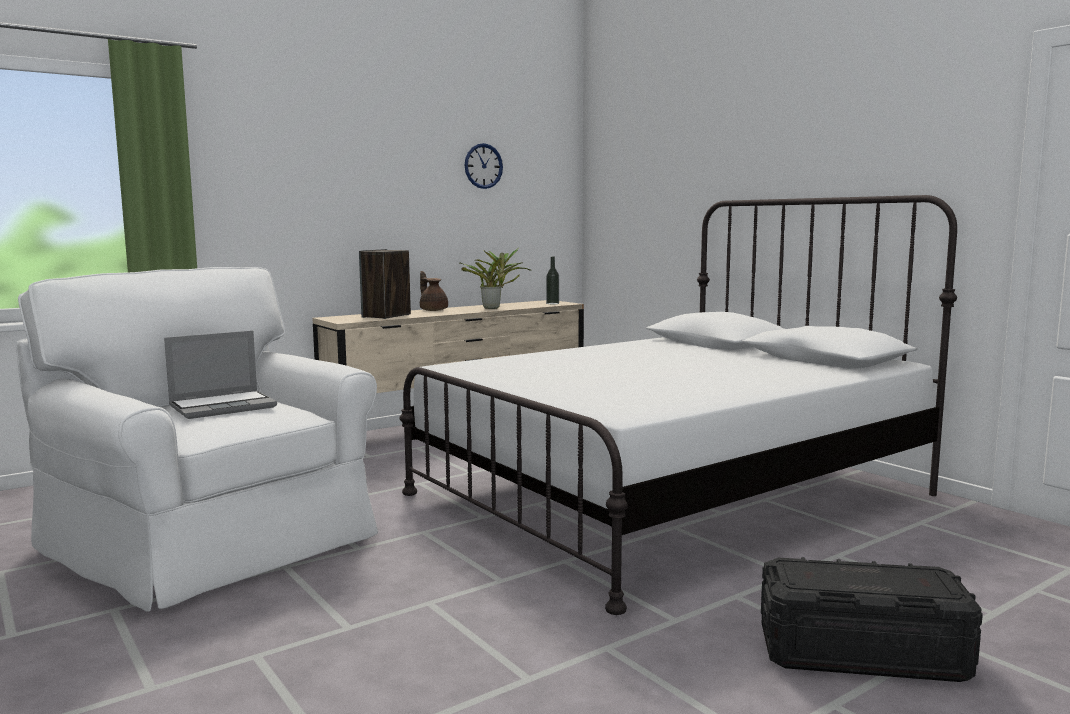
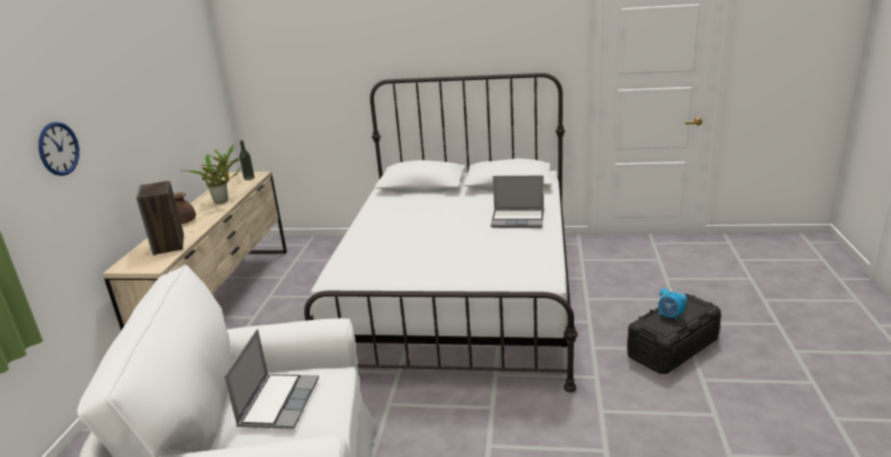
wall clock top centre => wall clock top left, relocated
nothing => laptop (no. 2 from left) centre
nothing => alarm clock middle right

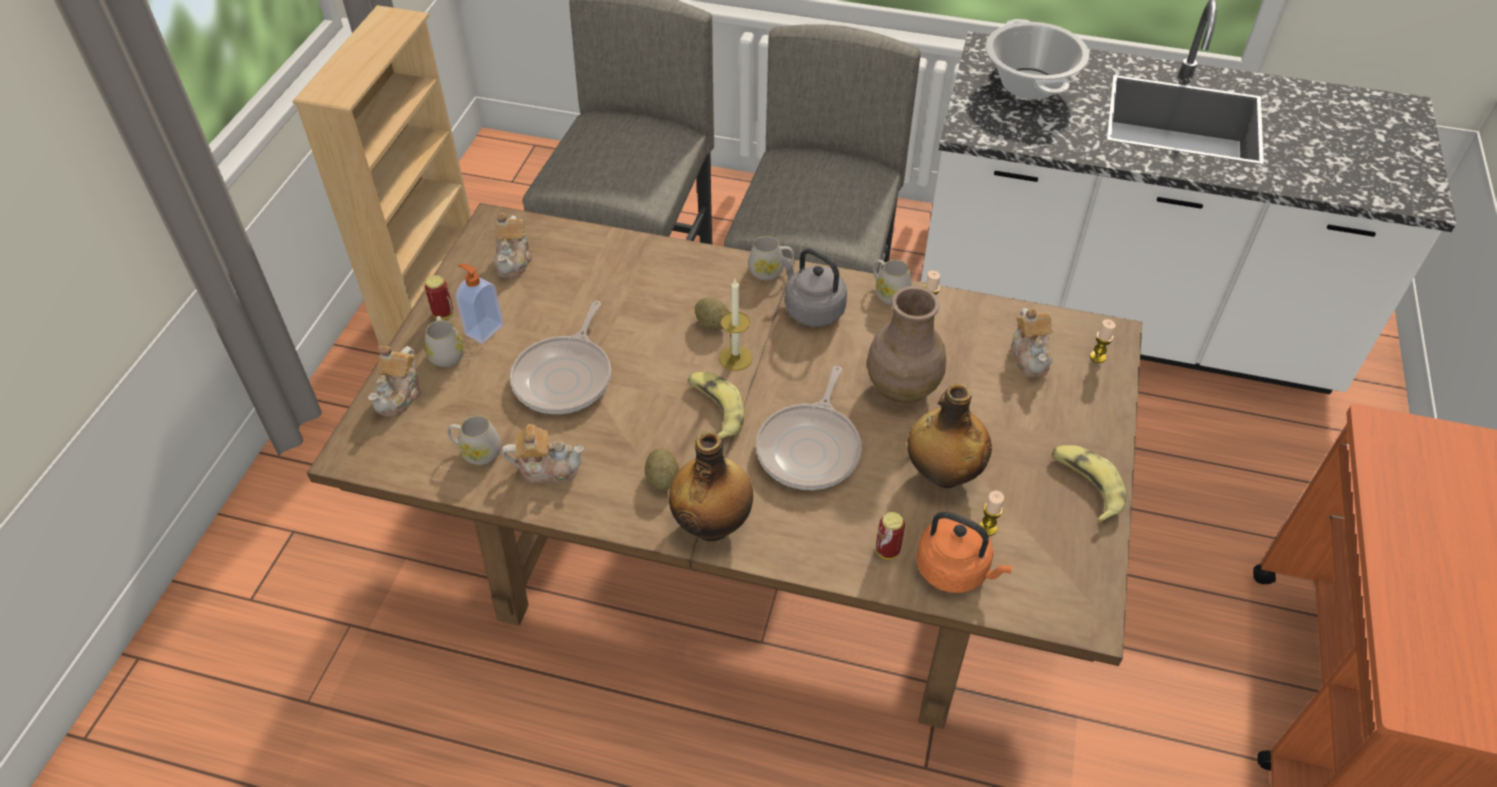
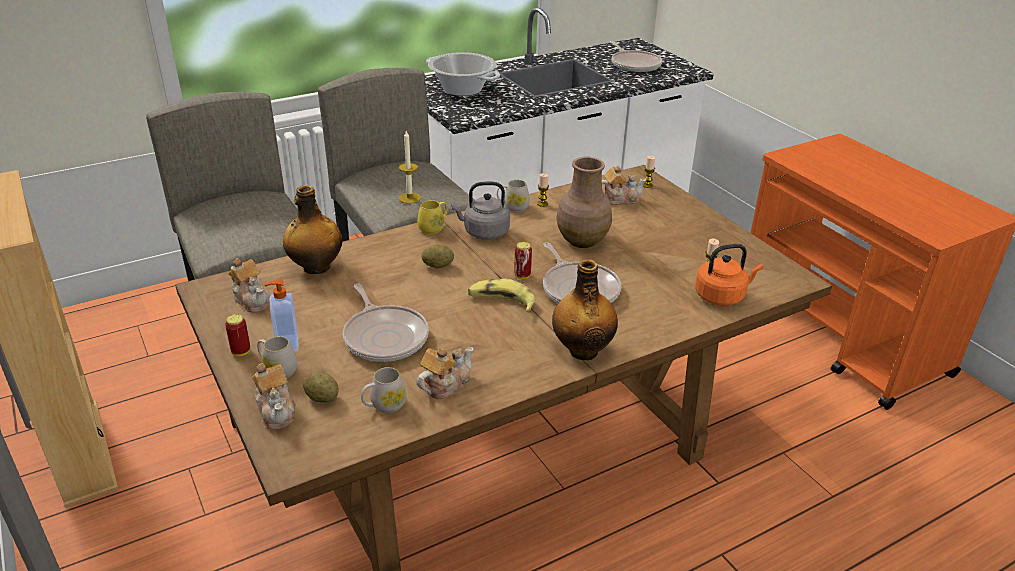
bottle (no. 2 from left in the first image) centre => bottle (no. 1 from left) middle left, relocated
potato (no. 1 from left) centre => potato (no. 1 from left) bottom left, relocated
candle (no. 1 from left) centre => candle (no. 1 from left) top centre, relocated
white mug (no. 3 from left) top centre => yellow mug centre
can (no. 2 from left) bottom centre => can (no. 2 from left) centre, relocated
teapot (no. 4 from left) middle right => teapot (no. 4 from left) top centre, 45 degrees counterclockwise
nothing => frying pan (no. 3 from left) top centre
banana (no. 2 from left) middle right => nothing

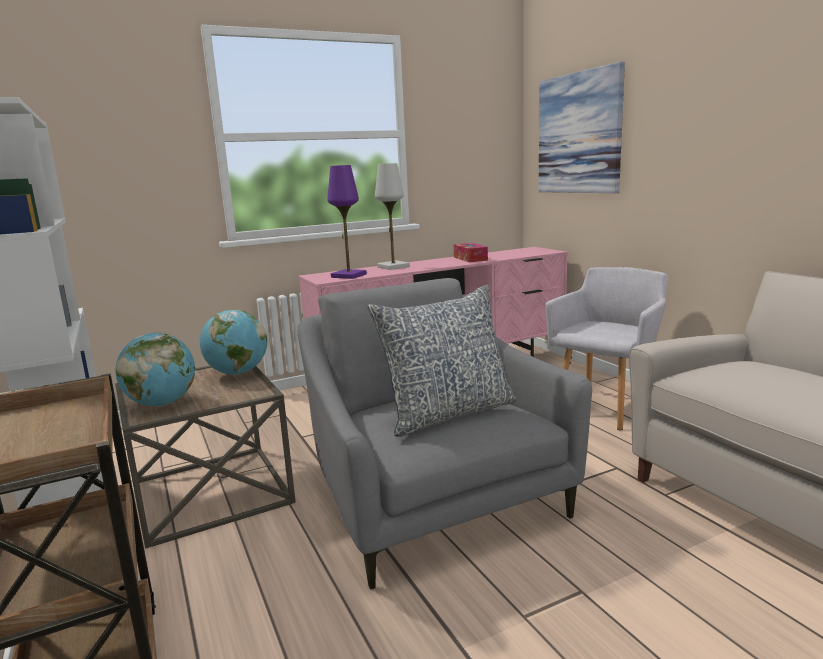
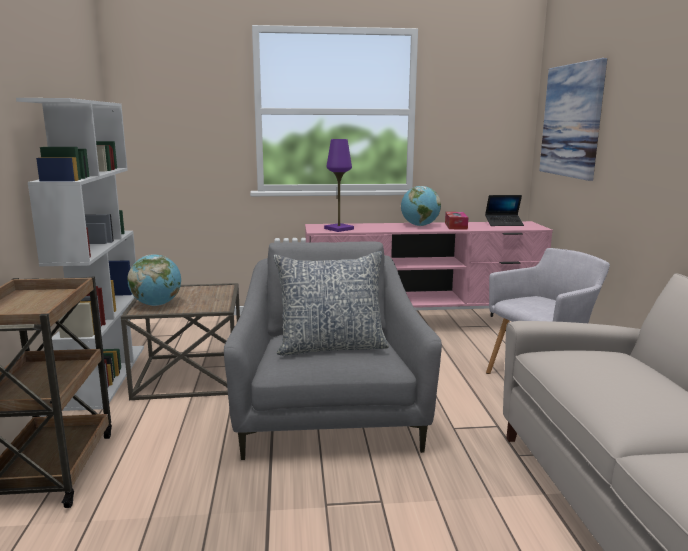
globe (no. 2 from left) middle left => globe (no. 2 from left) centre, relocated
nothing => laptop middle right
white table lamp top centre => nothing

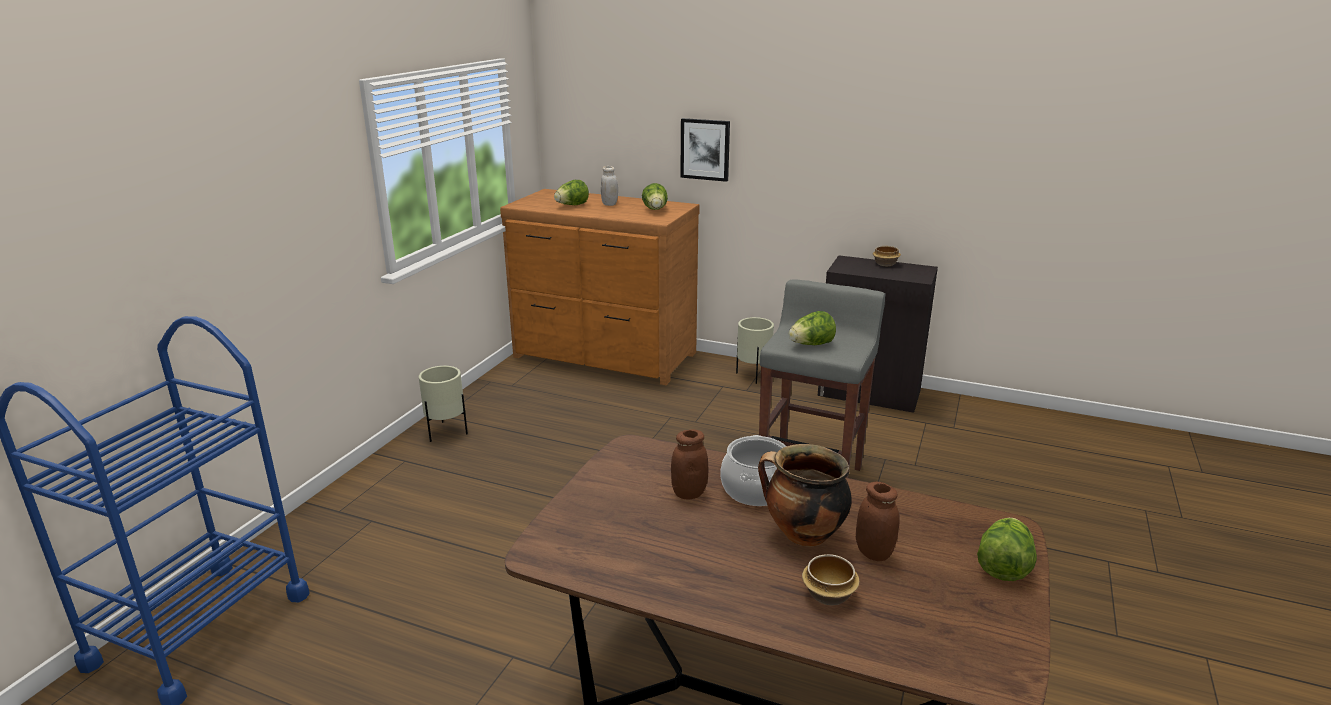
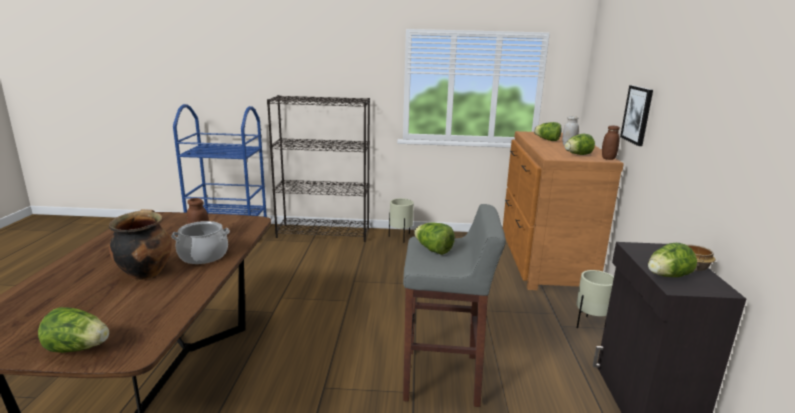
nothing => black bookcase centre
brown jar (no. 2 from left) bottom centre => brown jar (no. 2 from left) middle right, relocated
nothing => lettuce (no. 5 from left) middle right
bowl (no. 1 from left) bottom centre => nothing

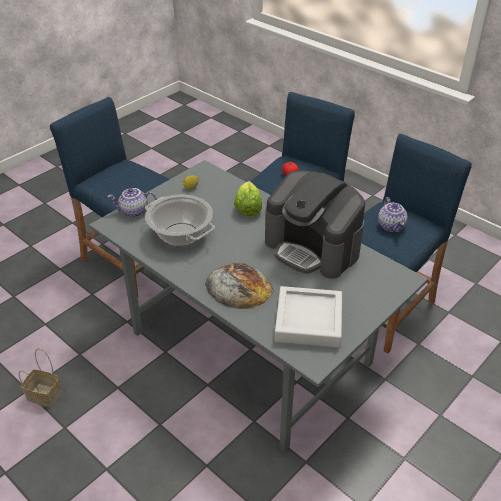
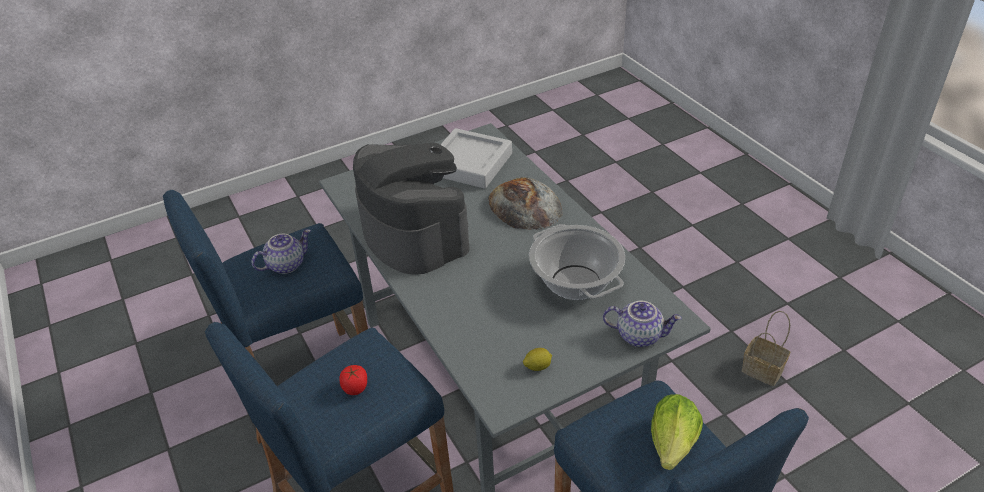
teapot (no. 2 from left in the first image) middle right => teapot (no. 1 from left) middle left, 45 degrees clockwise
lettuce centre => lettuce bottom right, relocated

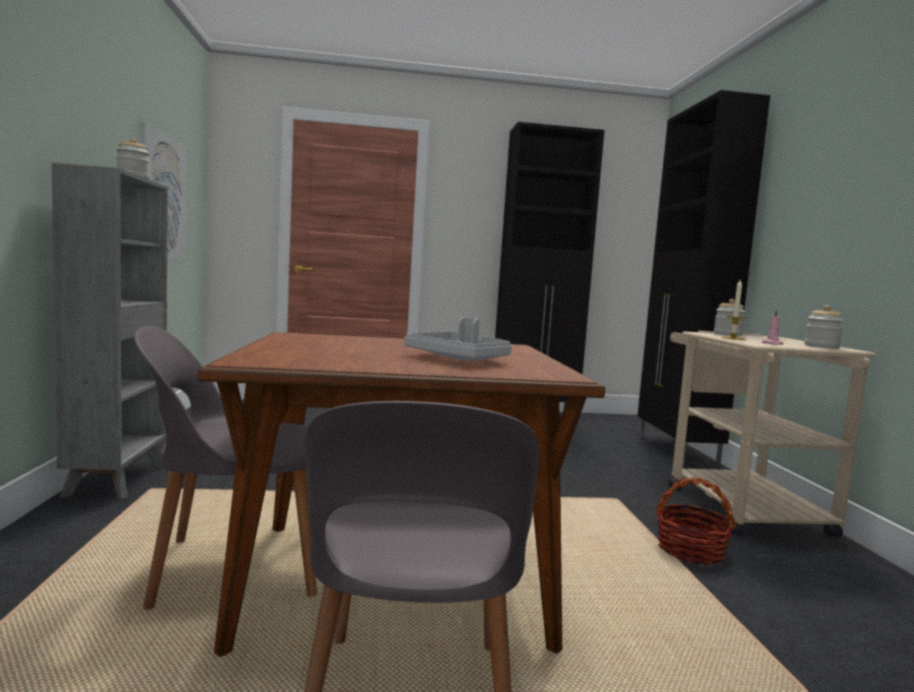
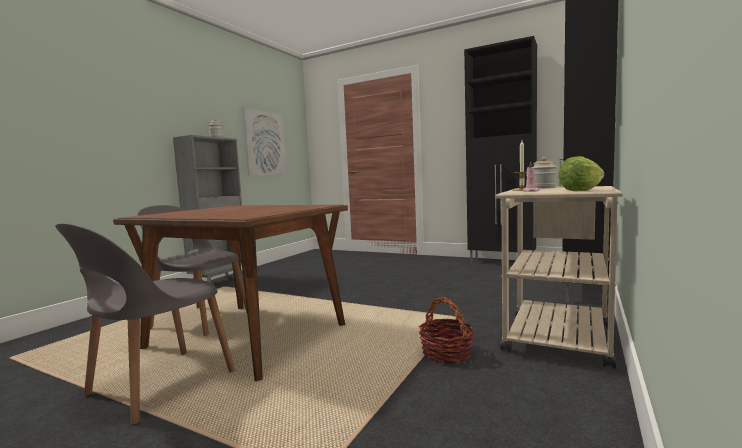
jar (no. 3 from left) middle right => lettuce middle right
grey tray centre => nothing

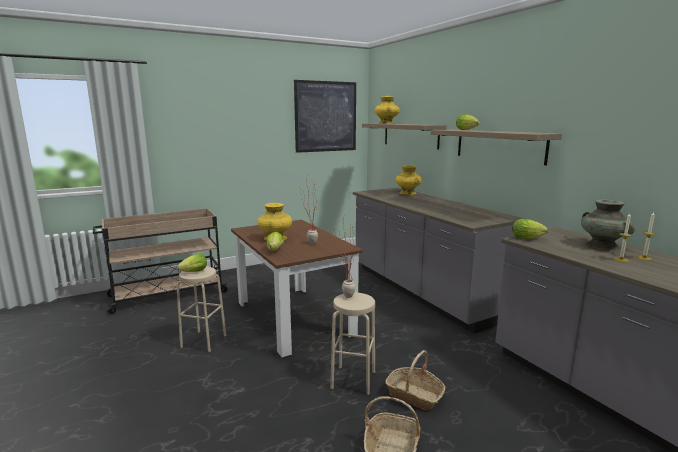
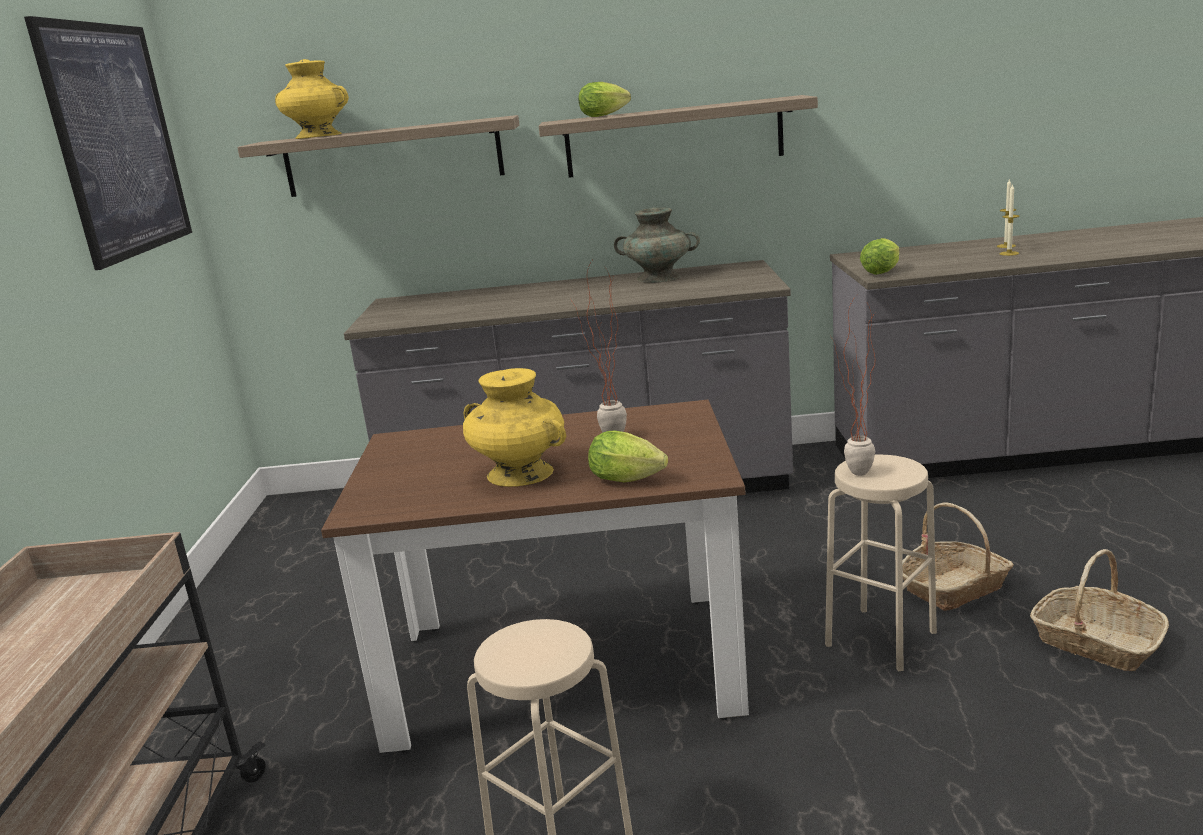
turquoise vase middle right => turquoise vase top centre, relocated
lettuce (no. 1 from left) middle left => nothing
yellow vase (no. 3 from left) centre => nothing

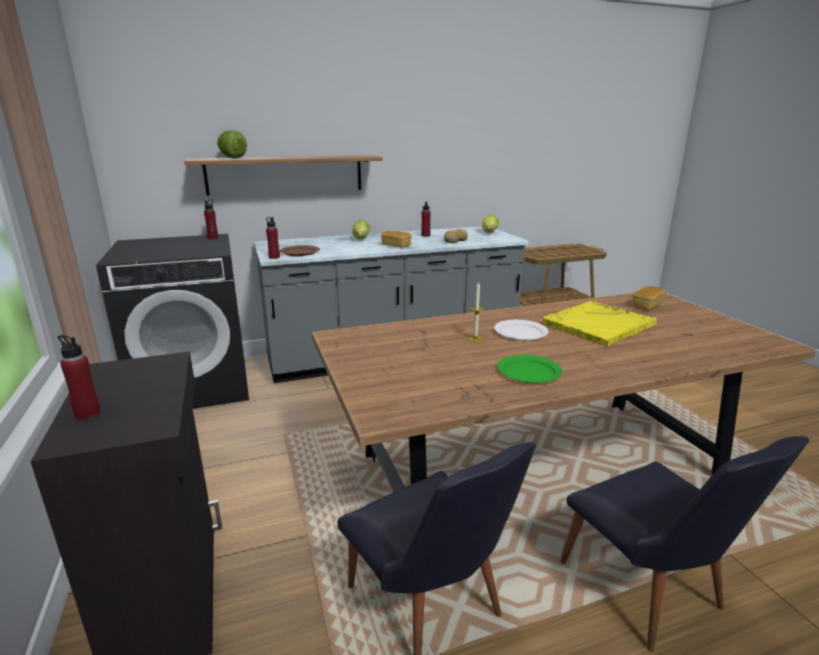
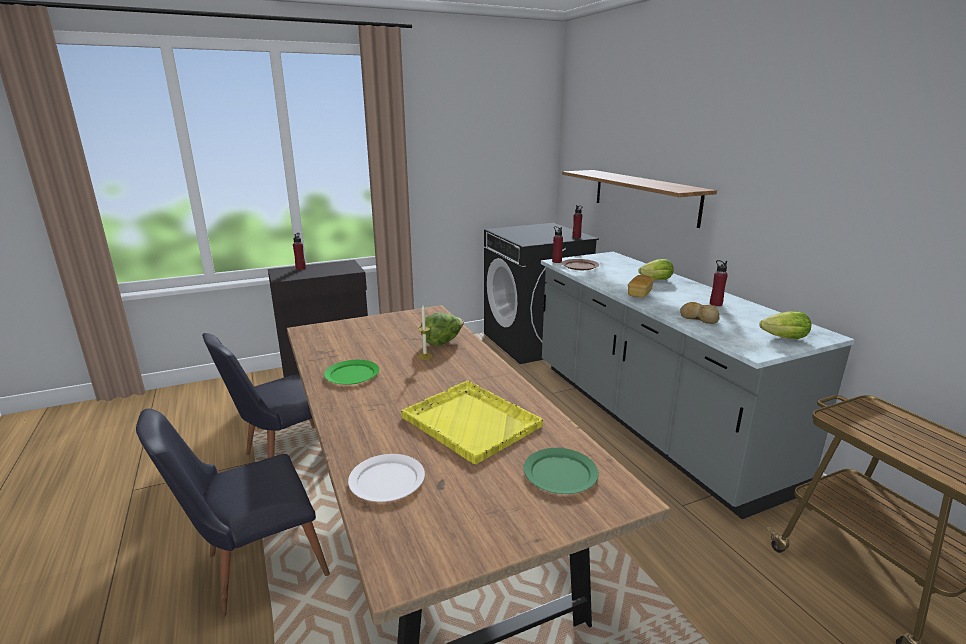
white plate centre => white plate bottom centre, relocated
lettuce (no. 1 from left) top left => lettuce (no. 1 from left) centre, relocated
bread (no. 3 from left) middle right => green plate (no. 2 from left) bottom centre

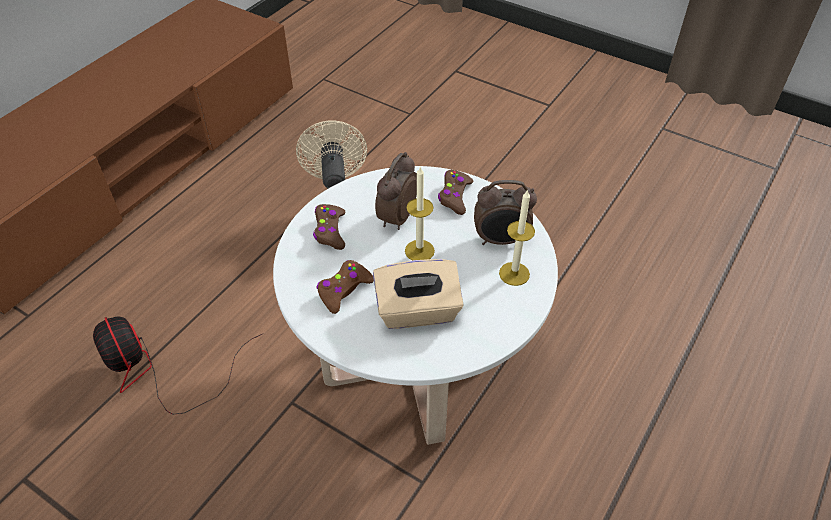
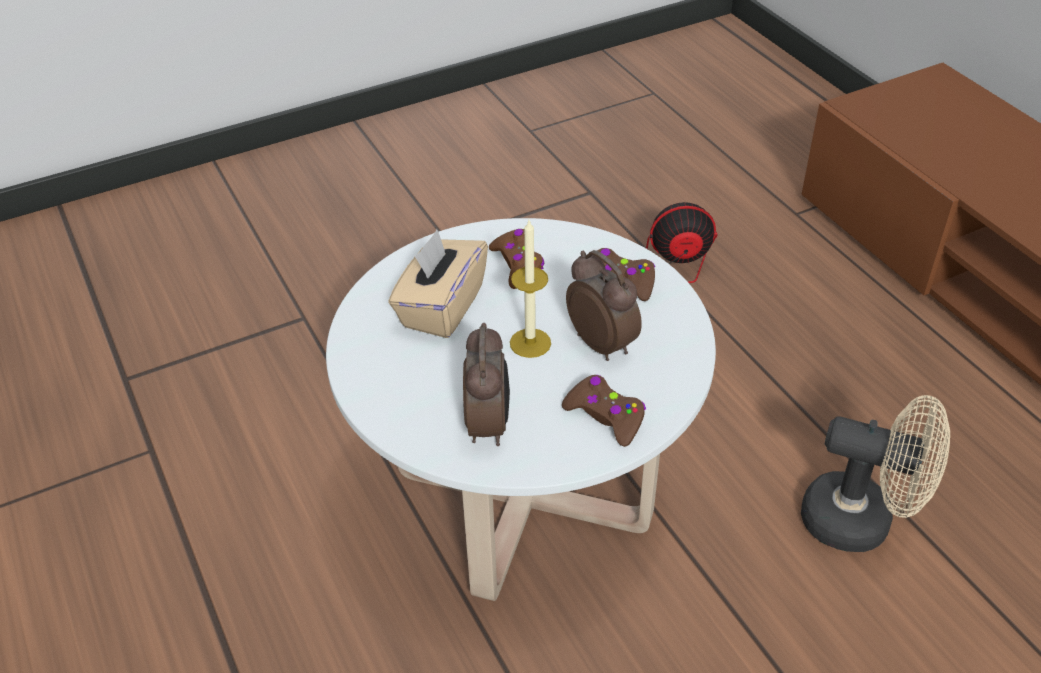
alarm clock (no. 2 from left in the first image) centre => alarm clock (no. 1 from left) centre, 150 degrees clockwise
candle (no. 2 from left) centre => nothing

